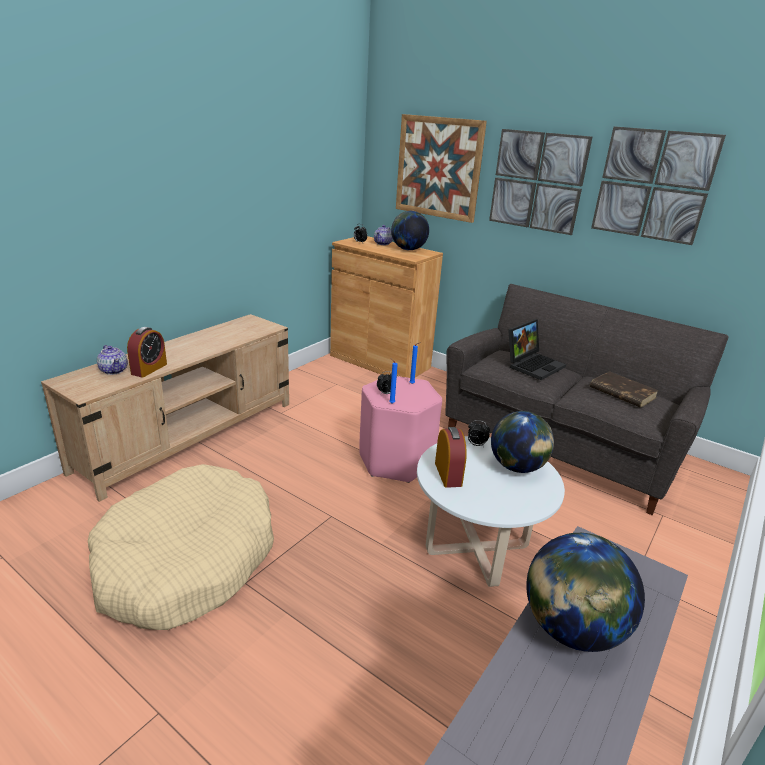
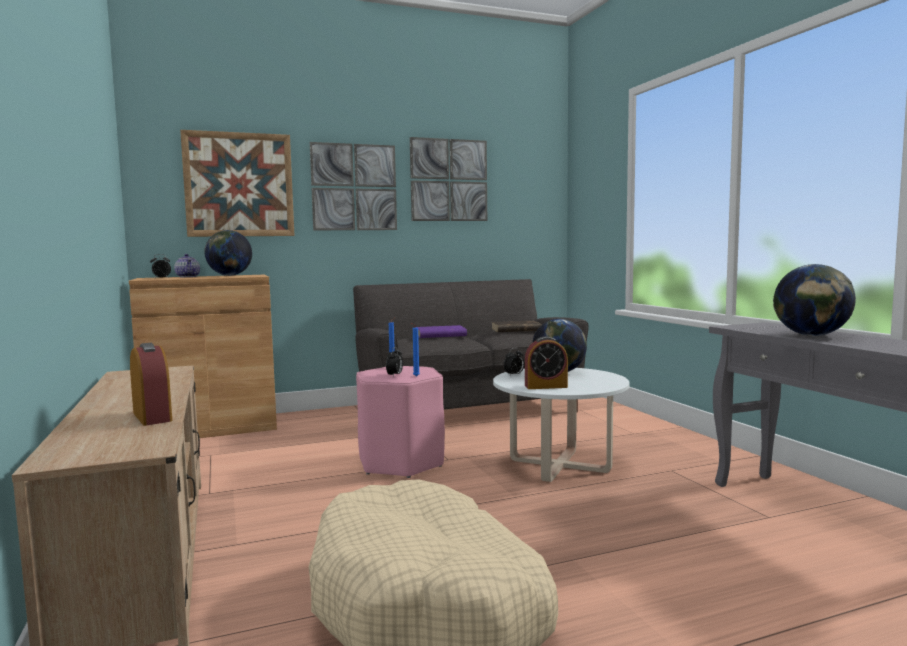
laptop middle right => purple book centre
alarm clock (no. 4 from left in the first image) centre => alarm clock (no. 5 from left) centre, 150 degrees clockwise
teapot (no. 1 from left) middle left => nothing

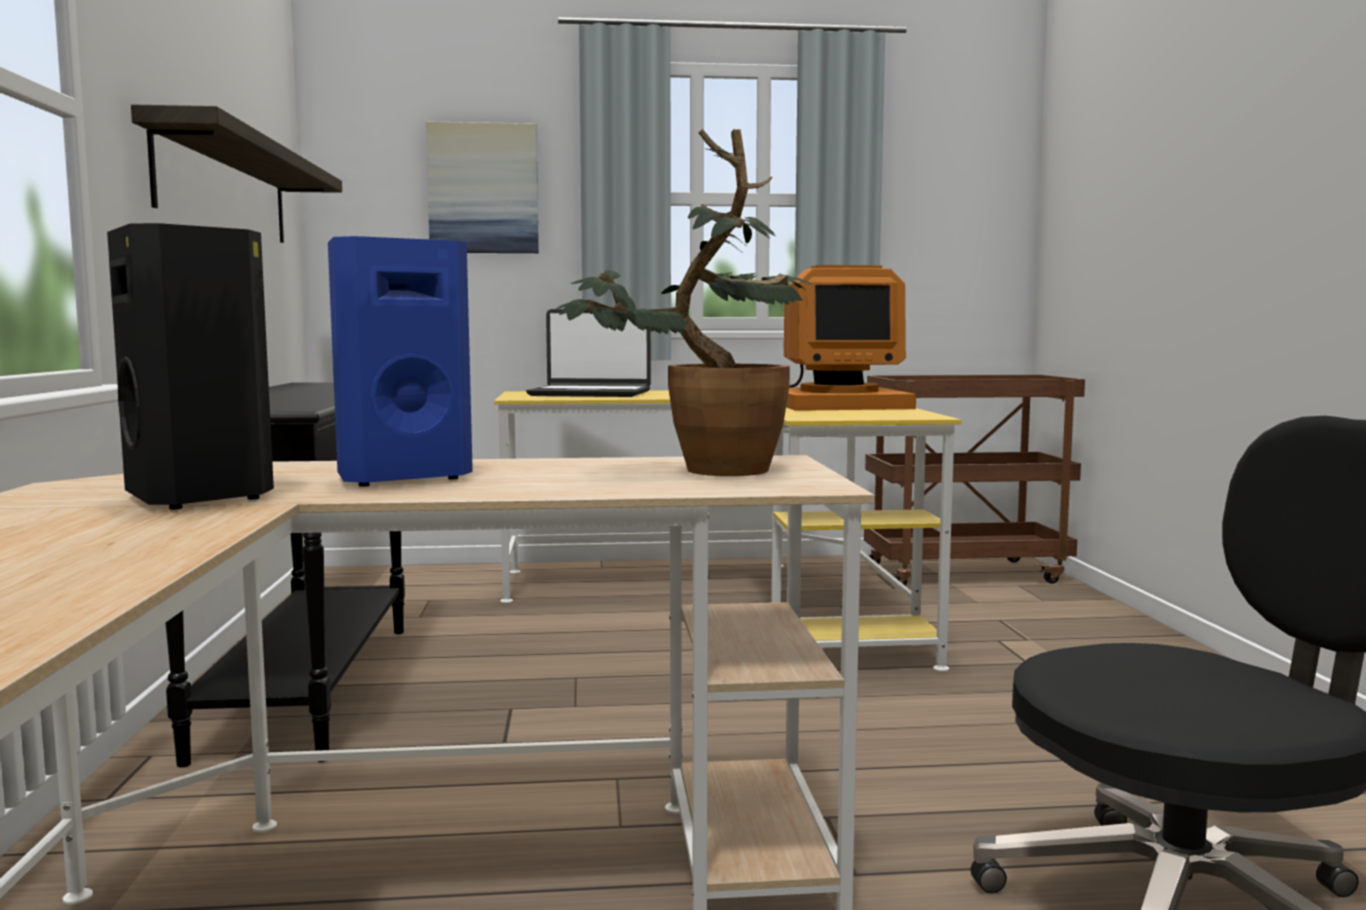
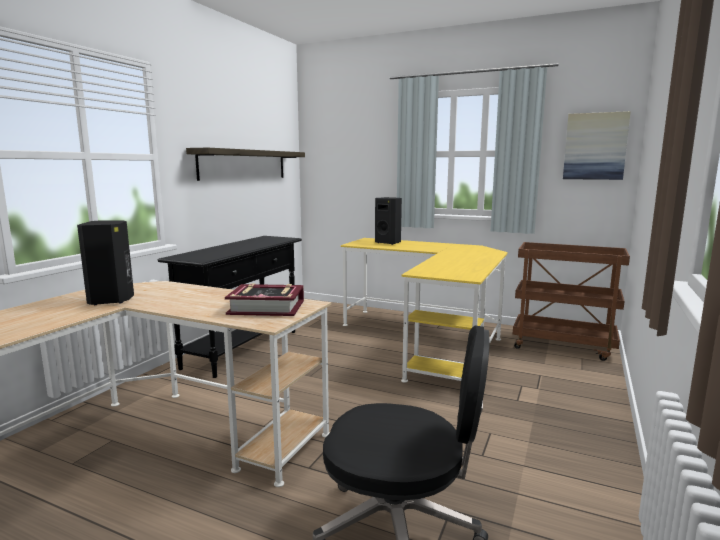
potted plant top centre => book centre
laptop centre => black speaker (no. 2 from left) centre
picture top centre => picture top right, relocated
blue speaker middle left => nothing
monitor centre => nothing

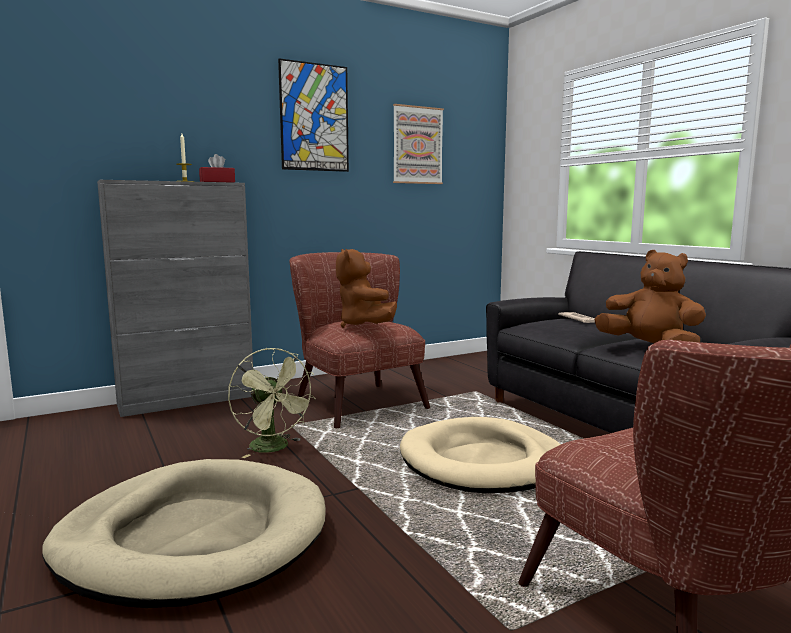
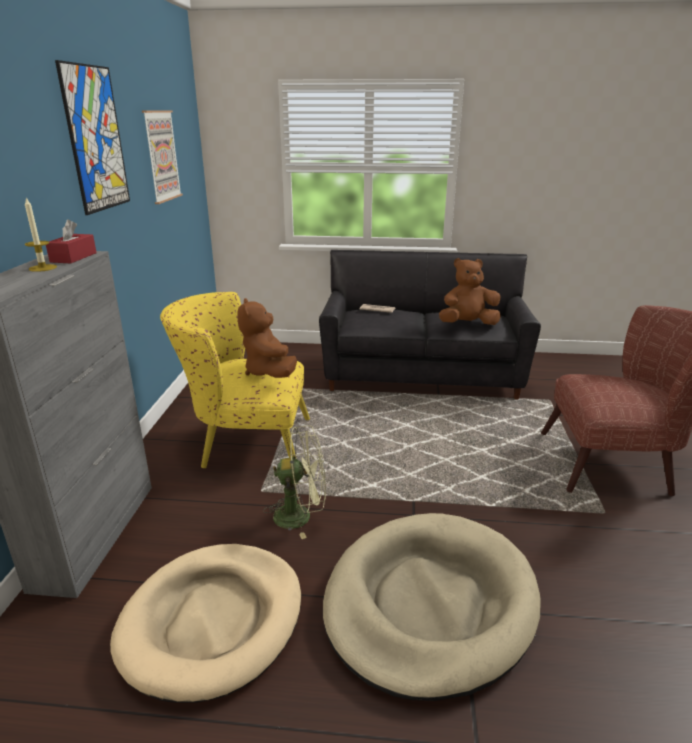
beige dog bed (no. 2 from left in the first image) bottom centre => beige dog bed (no. 1 from left) bottom left, relocated
brown armchair (no. 1 from left) centre => yellow armchair centre
brown plush toy (no. 1 from left) centre, 60 degrees clockwise

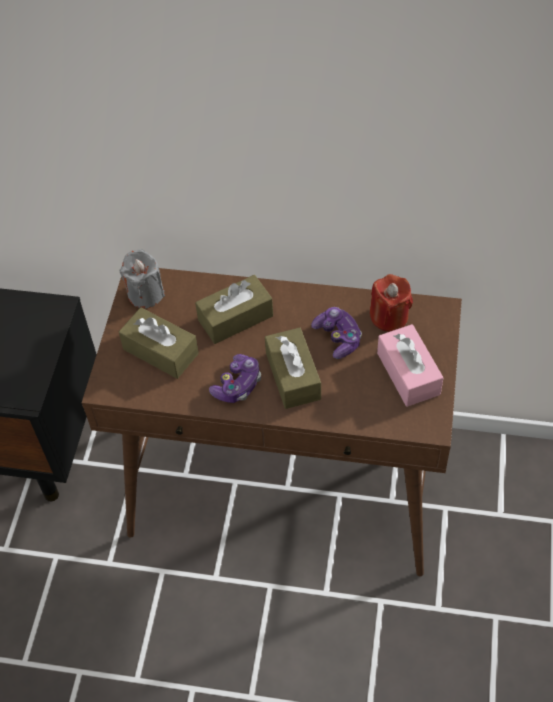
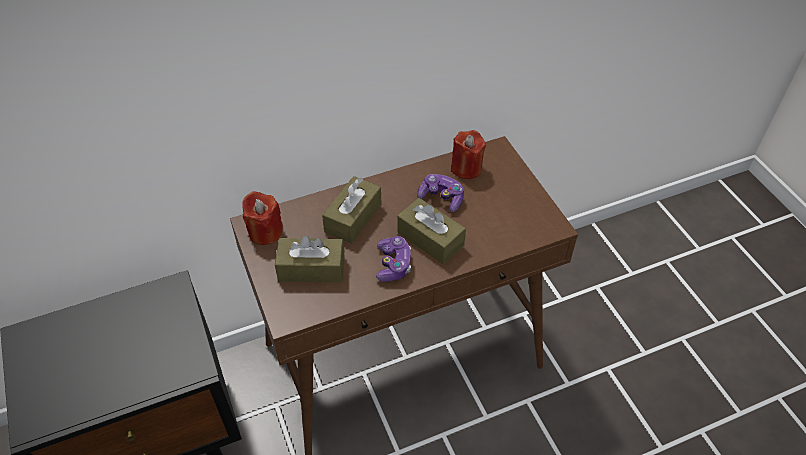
grey candle middle left => red candle (no. 1 from left) middle left
pink tissue box middle right => nothing

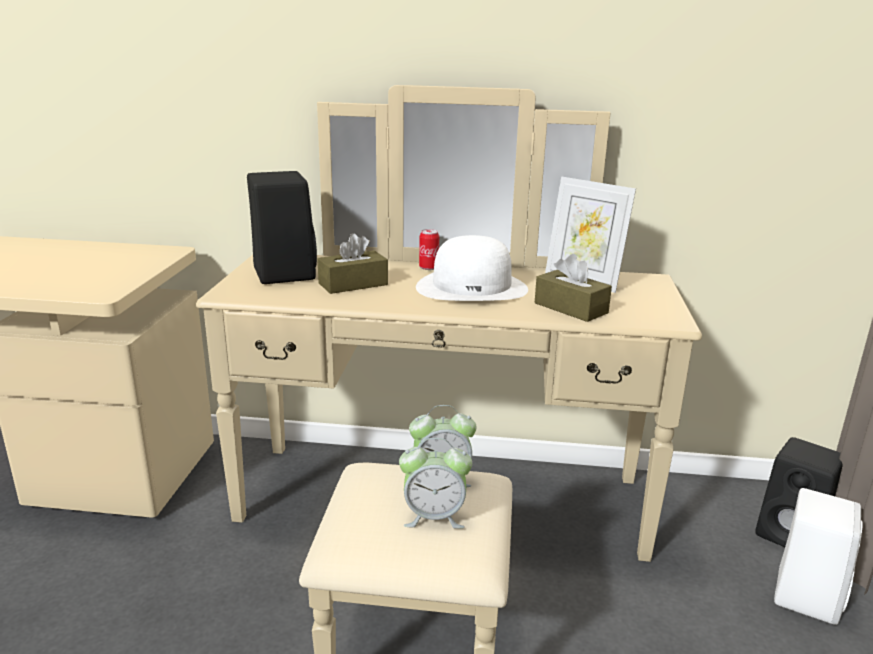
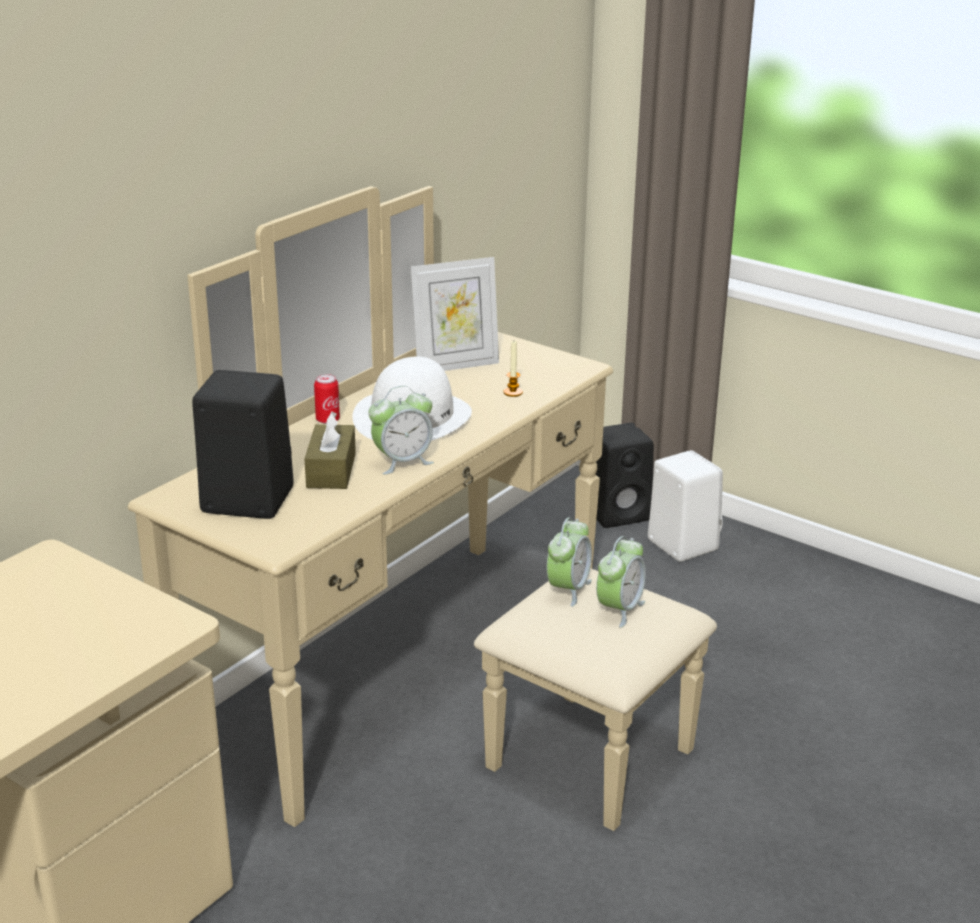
nothing => alarm clock (no. 1 from left) centre
brown tissue box (no. 2 from left) centre => candle centre

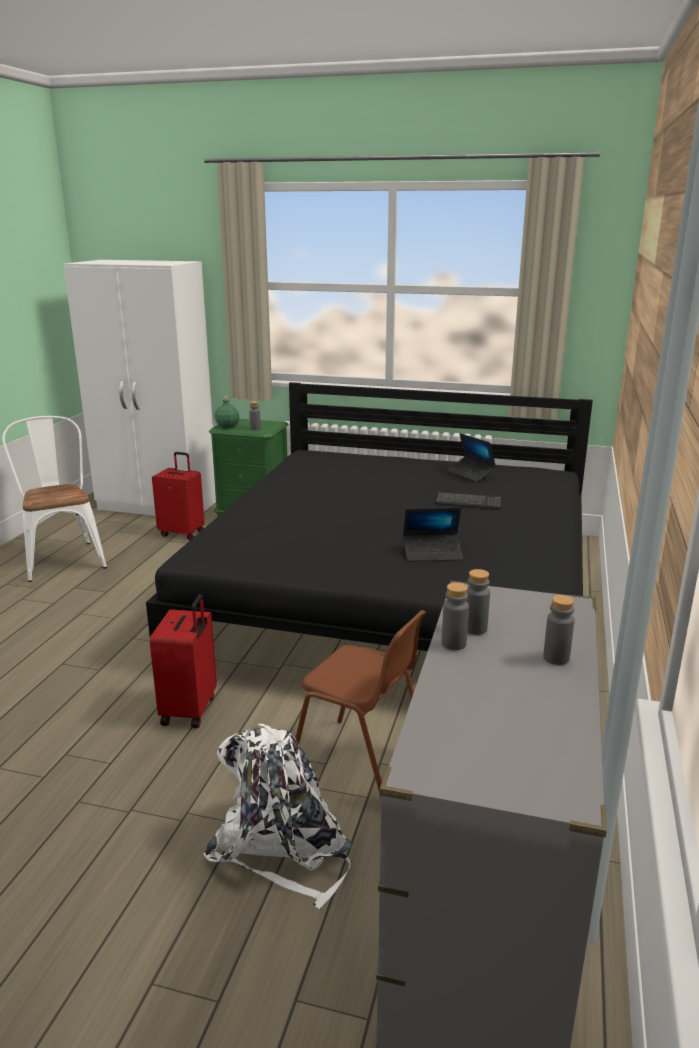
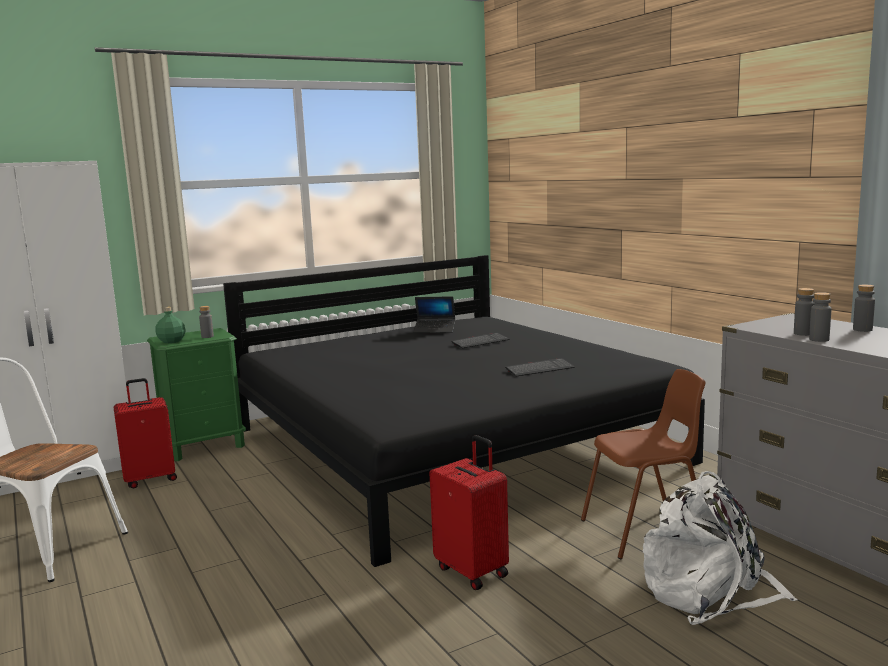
laptop (no. 1 from left) centre => keyboard (no. 2 from left) centre

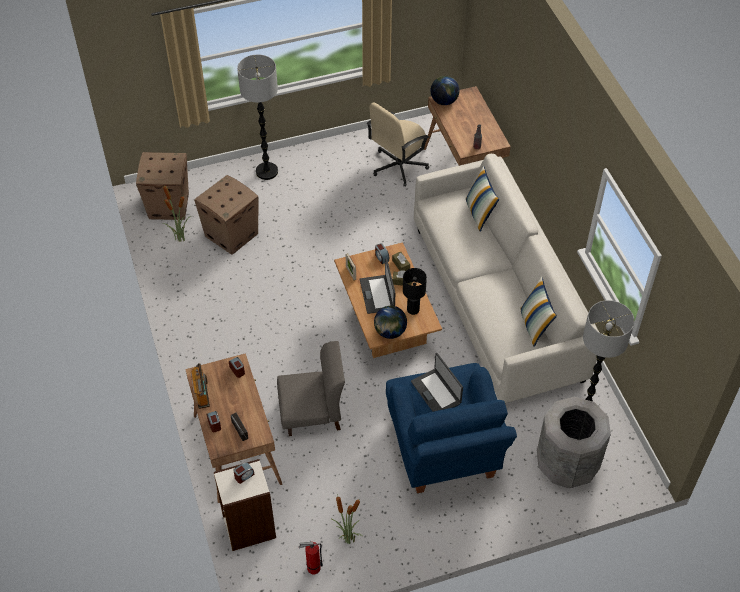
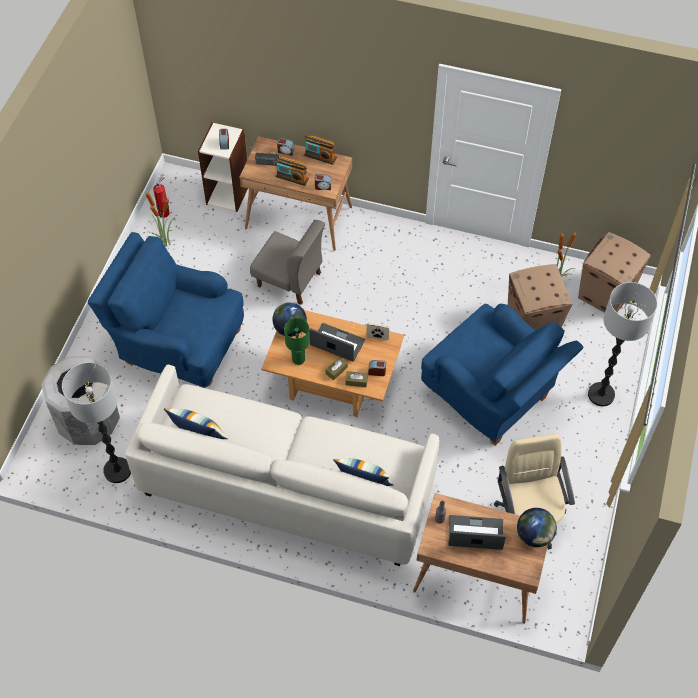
grey chair centre, 90 degrees counterclockwise
nothing => radio (no. 2 from left) top centre
black table lamp centre => green table lamp centre
nothing => blue armchair (no. 2 from left) middle right
laptop (no. 2 from left) centre => laptop (no. 2 from left) bottom right, relocated

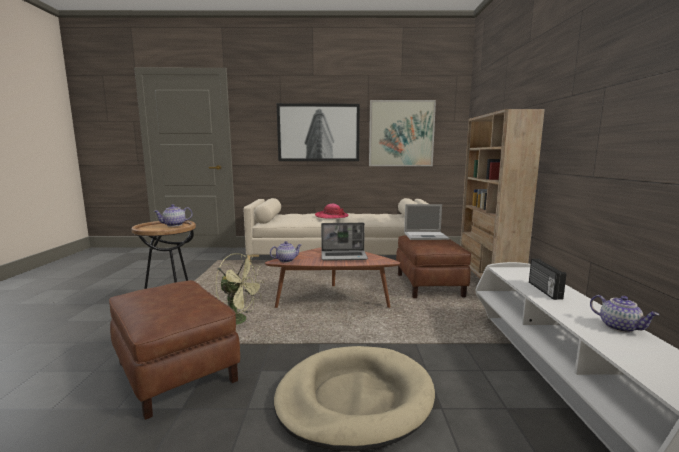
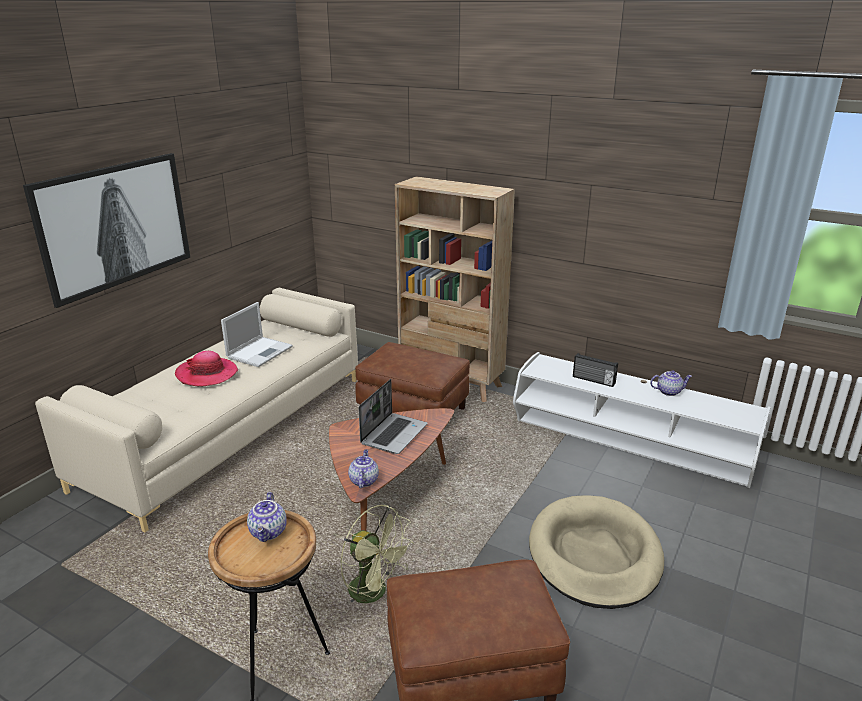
laptop (no. 2 from left in the first image) centre => laptop (no. 1 from left) middle left, relocated
green fan centre => green fan bottom centre, 75 degrees clockwise
picture (no. 2 from left) top centre => nothing

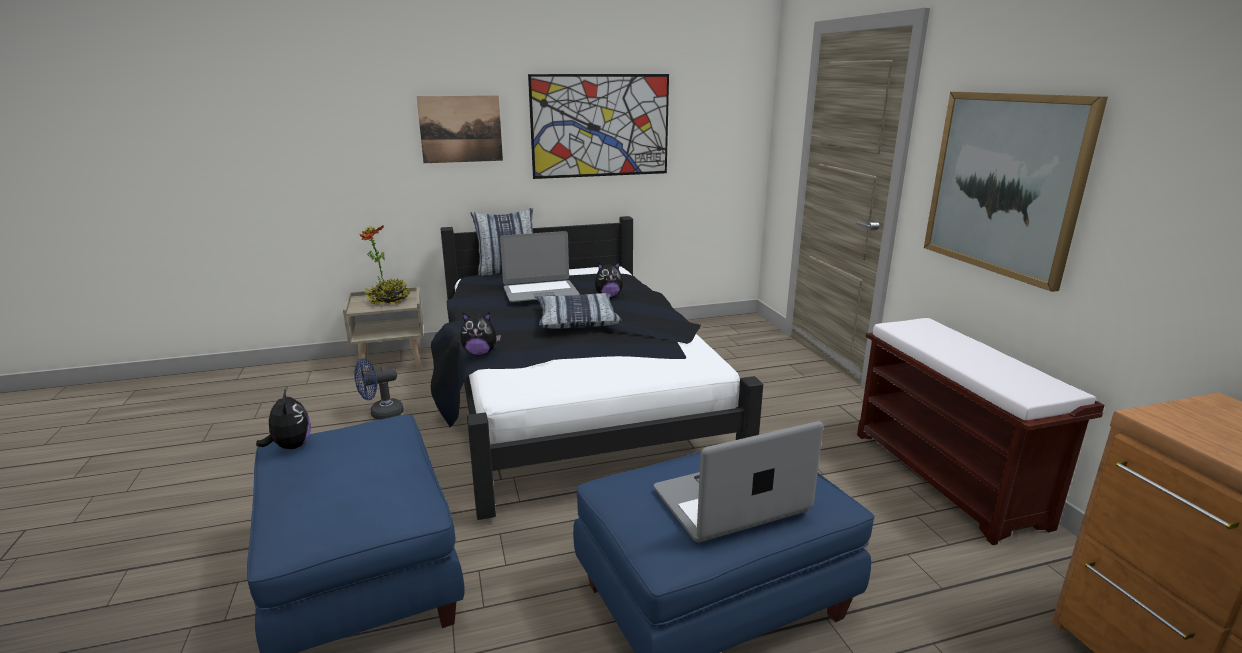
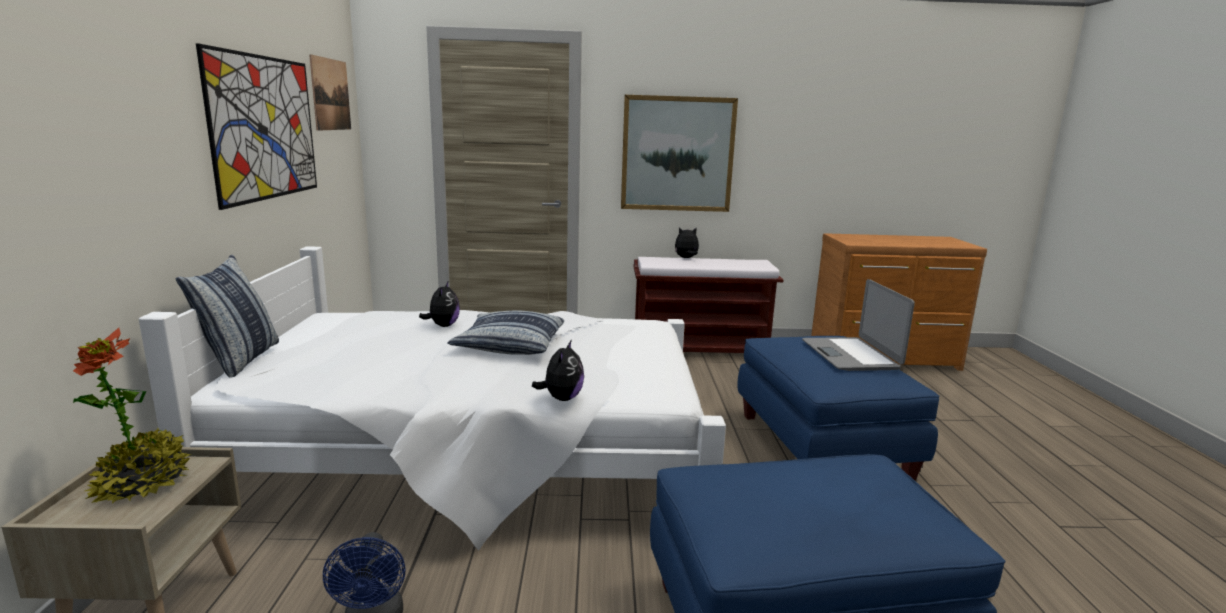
black bed centre => white bed centre
picture (no. 1 from left in the first image) top centre => picture (no. 2 from left) top left, relocated
plush toy (no. 1 from left in the first image) middle left => plush toy (no. 3 from left) centre, relocated
laptop (no. 1 from left) centre => nothing

